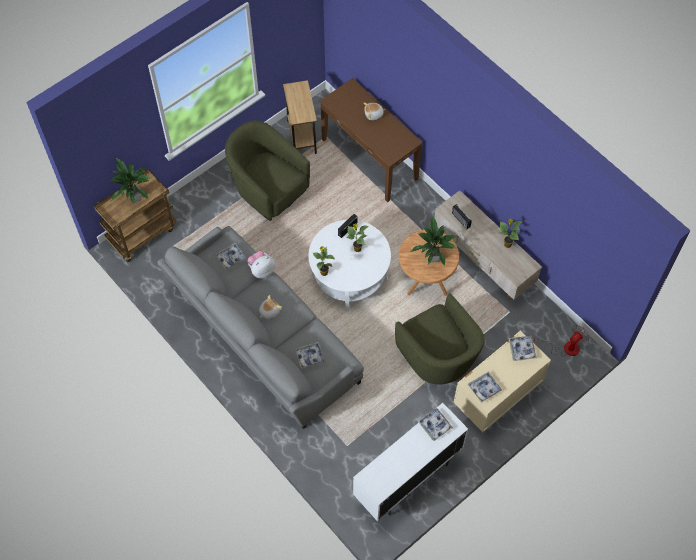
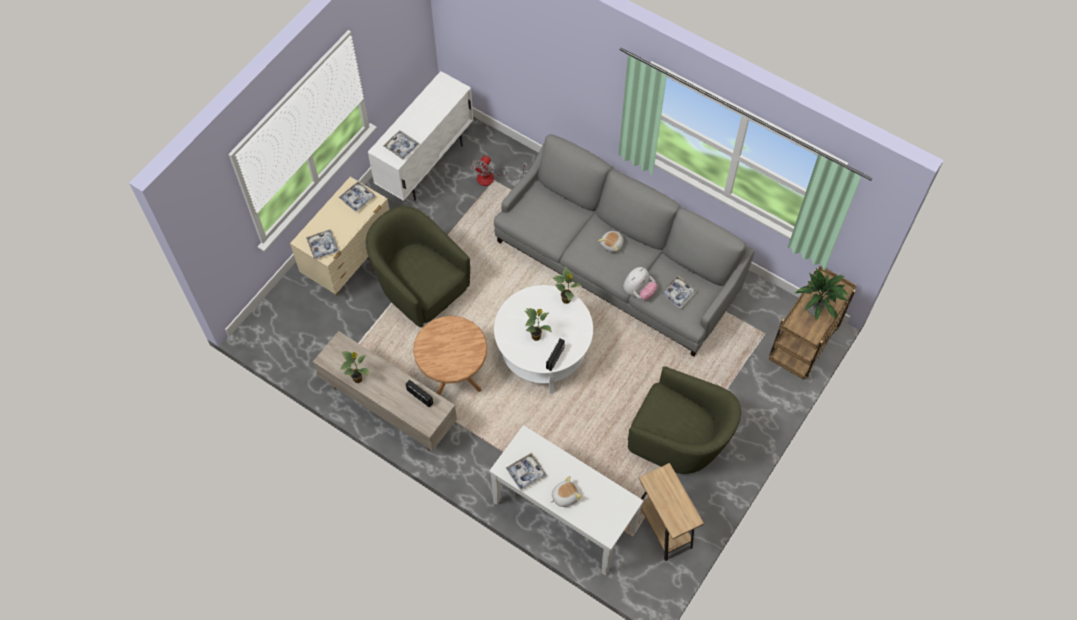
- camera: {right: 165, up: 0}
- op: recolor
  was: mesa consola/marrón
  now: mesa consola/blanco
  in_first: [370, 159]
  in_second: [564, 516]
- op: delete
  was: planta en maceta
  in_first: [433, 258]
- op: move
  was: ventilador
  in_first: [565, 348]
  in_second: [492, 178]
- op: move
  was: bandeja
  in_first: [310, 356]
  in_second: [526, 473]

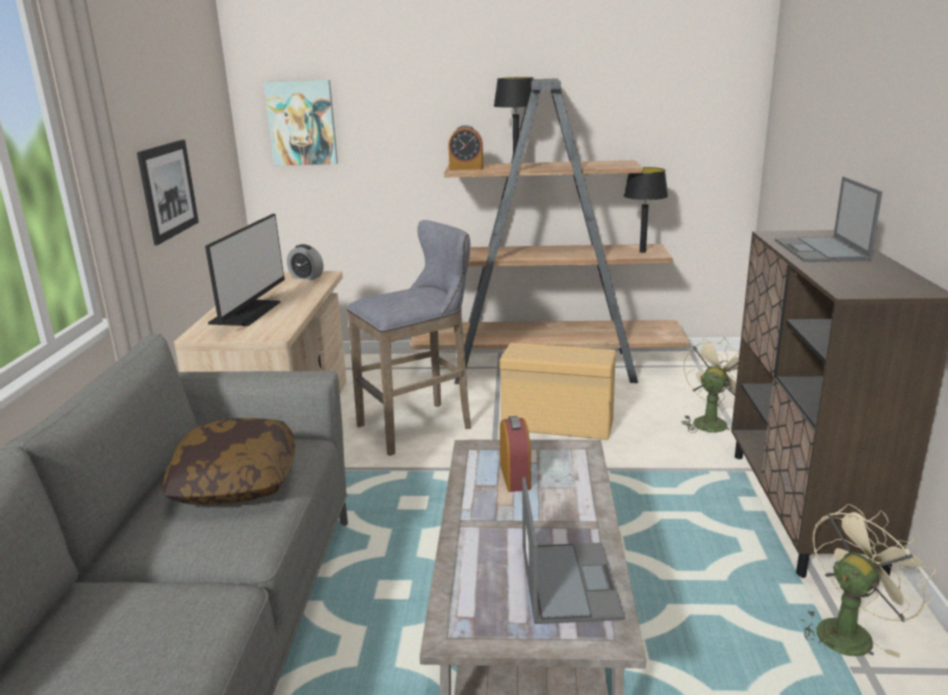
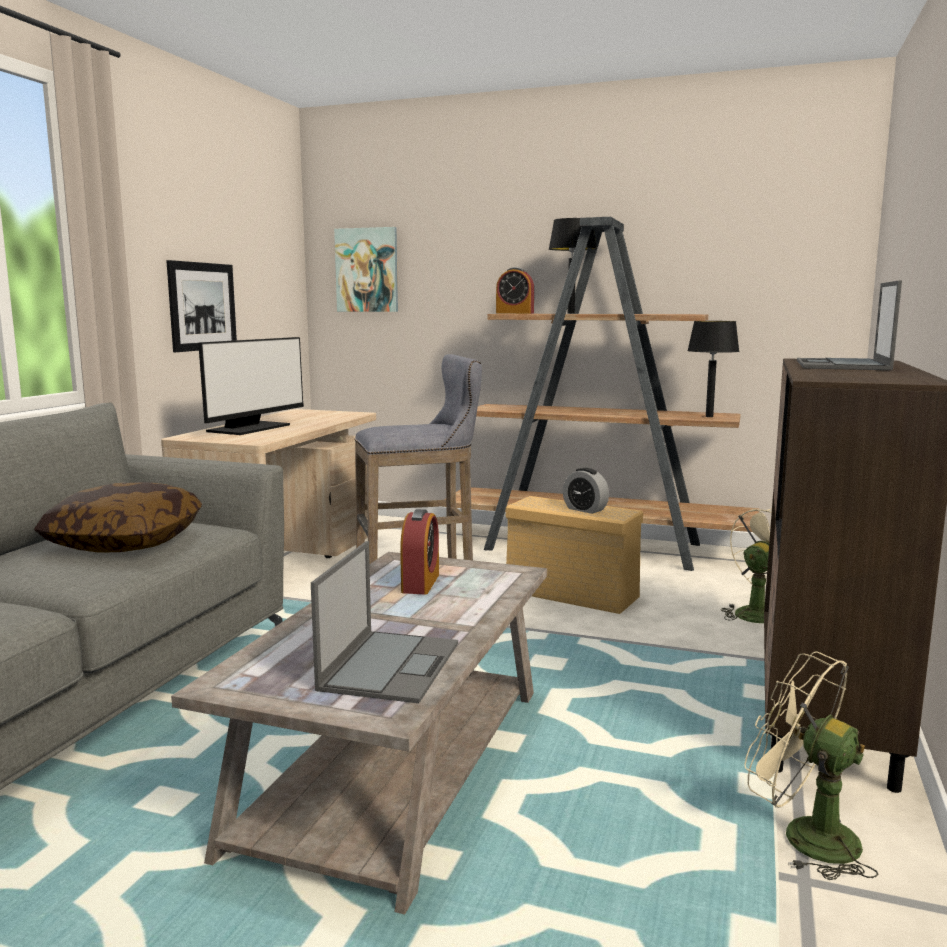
- camera: {right: 15, up: -10}
- op: move
  was: despertador
  in_first: [306, 277]
  in_second: [585, 509]
- op: rotate
  was: ventilador/beis
  in_first: [849, 631]
  in_second: [804, 836]
  clockwise: -120

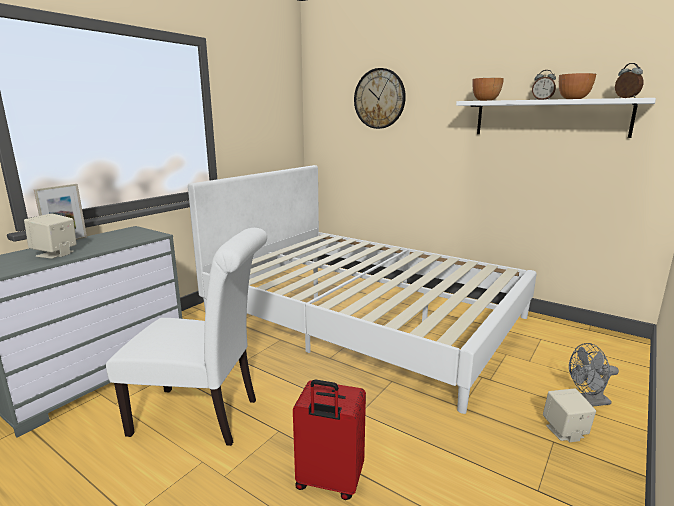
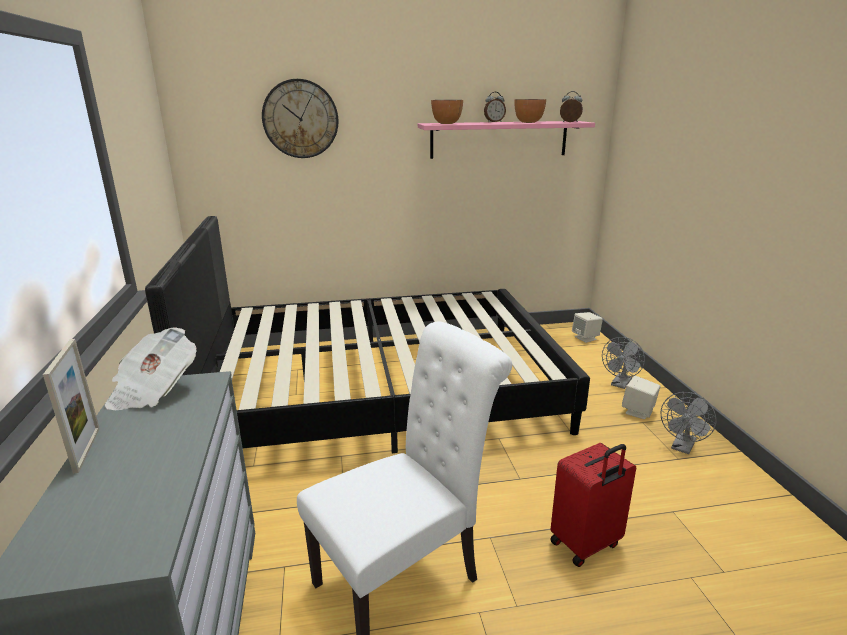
- camera: {right: -45, up: 5}
- op: recolor
  was: estante/blanco
  now: estante/rosa
  in_first: [549, 118]
  in_second: [499, 139]
- op: recolor
  was: cama/blanco
  now: cama/negro
  in_first: [364, 315]
  in_second: [380, 389]
- op: move
  was: altavoz/beis
  in_first: [55, 254]
  in_second: [585, 338]
- op: insert
  now: periódico
  in_second: [153, 390]
- op: insert
  now: ventilador/gris
  in_second: [682, 447]

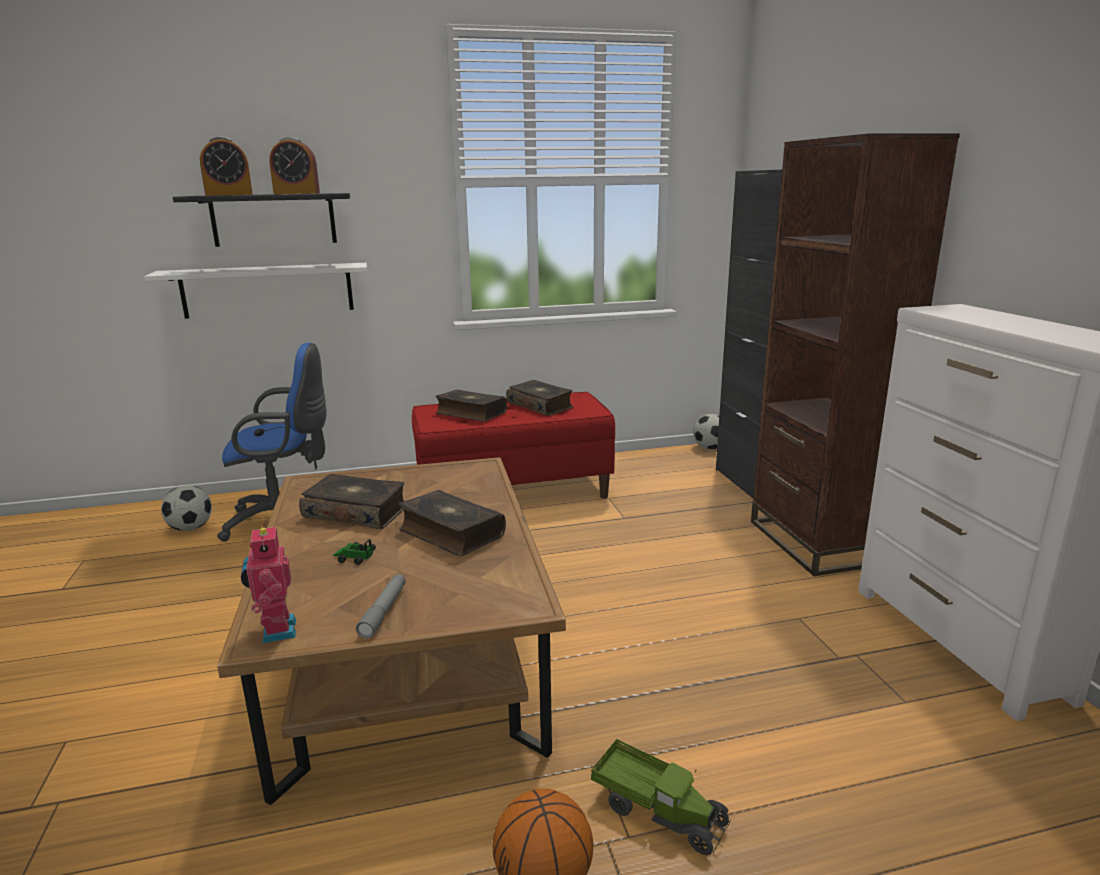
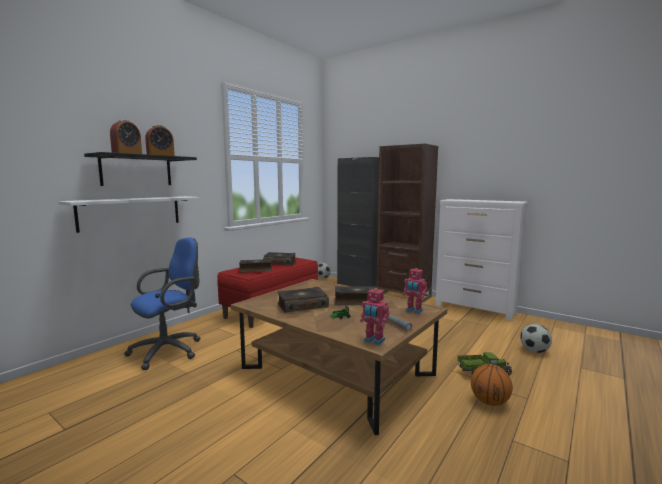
- camera: {right: -40, up: -10}
- op: move
  was: balón de fútbol
  in_first: [191, 528]
  in_second: [534, 351]
- op: insert
  now: robot de juguete
  in_second: [414, 311]

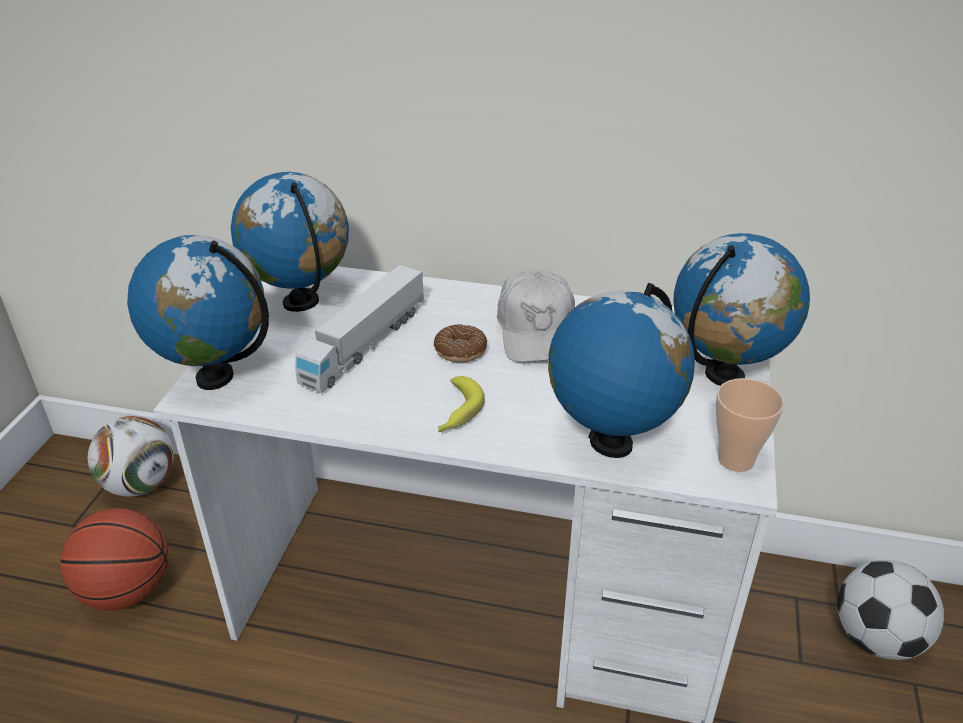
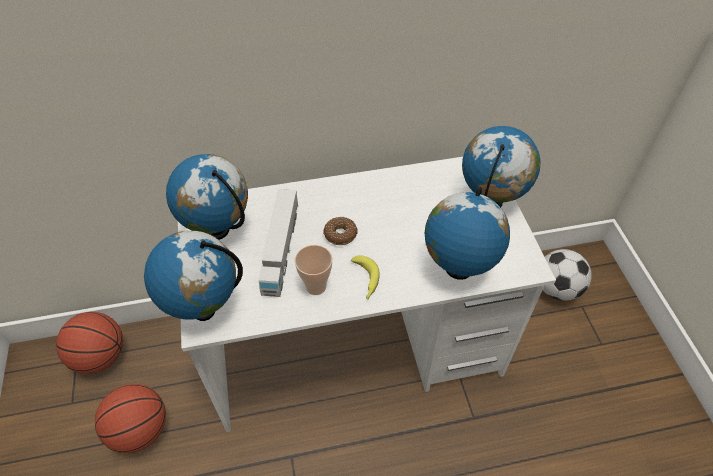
- camera: {right: -25, up: 15}
- op: delete
  was: gorra/blanco
  in_first: [537, 331]
- op: move
  was: taza
  in_first: [735, 460]
  in_second: [316, 286]
- op: replace
  was: balón de fútbol
  now: balón de baloncesto
  in_first: [141, 484]
  in_second: [100, 356]

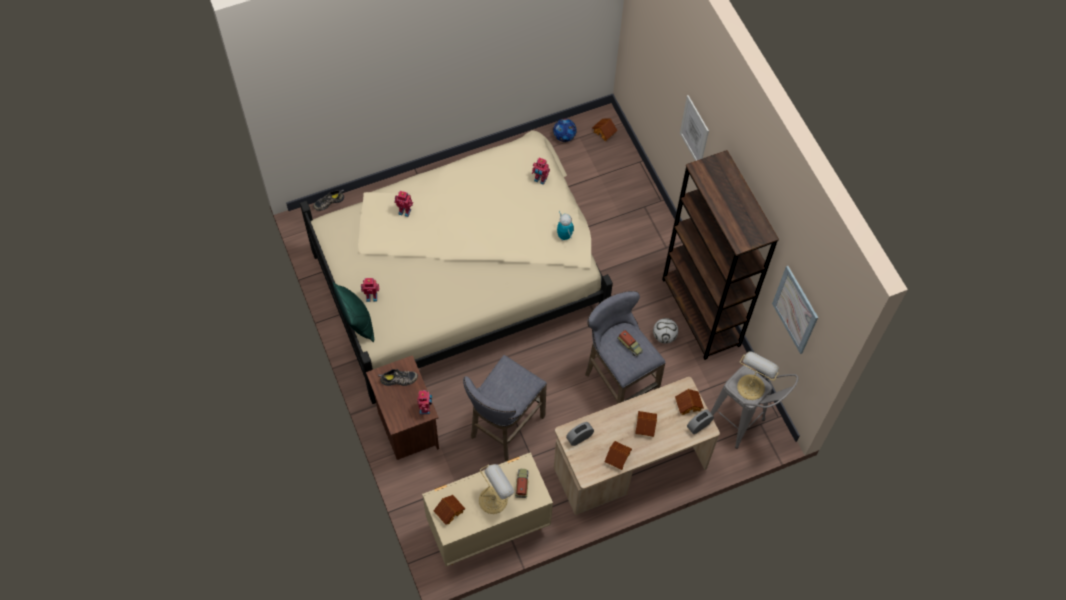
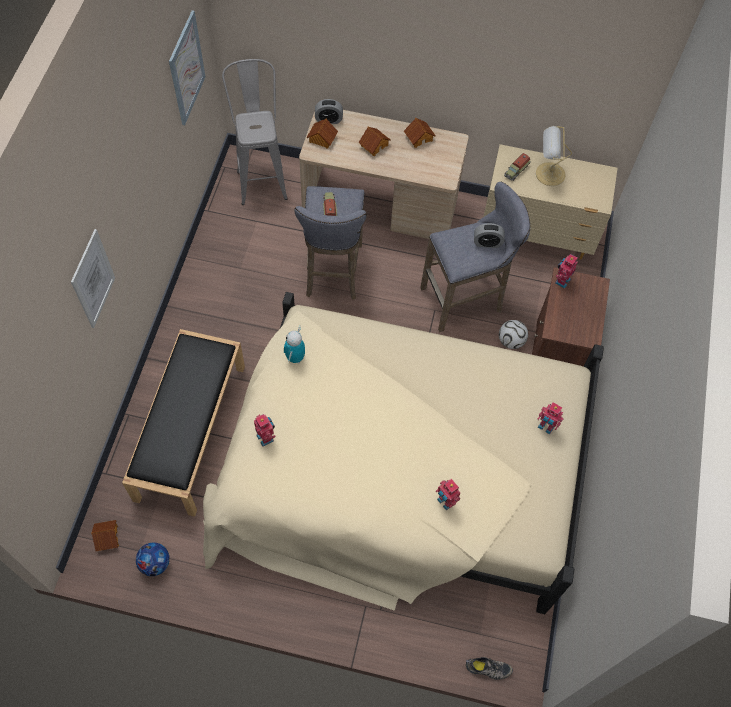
- camera: {right: -145, up: 0}
- op: delete
  was: estantería/marrón
  in_first: [701, 312]
- op: delete
  was: cojín/verde
  in_first: [357, 322]
- op: move
  was: balón de fútbol
  in_first: [664, 336]
  in_second: [510, 341]
- op: delete
  was: lámpara de mesa
  in_first: [751, 386]
- op: delete
  was: zapato
  in_first: [398, 380]
- op: move
  was: despertador
  in_first: [579, 437]
  in_second: [487, 243]
- op: delete
  was: casita
  in_first: [449, 511]
- op: insert
  now: banco/negro
  in_second: [191, 432]

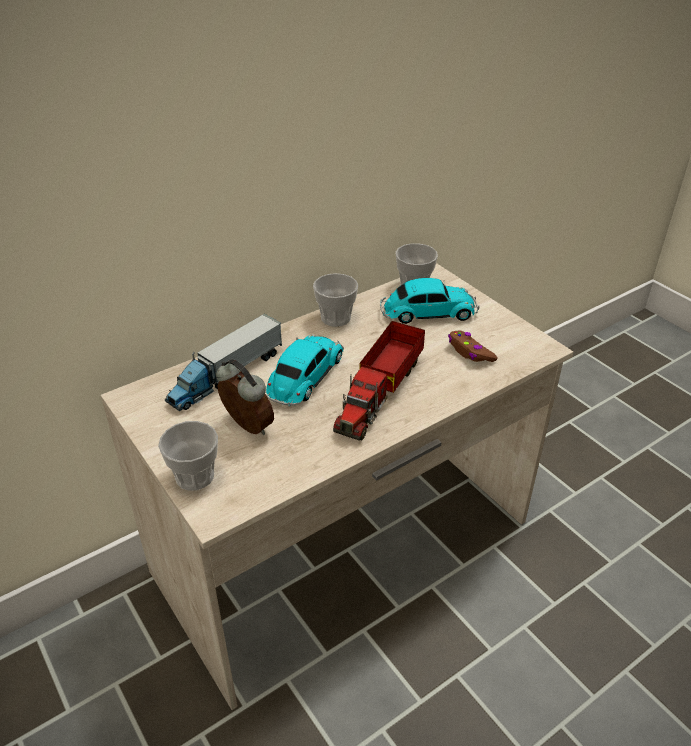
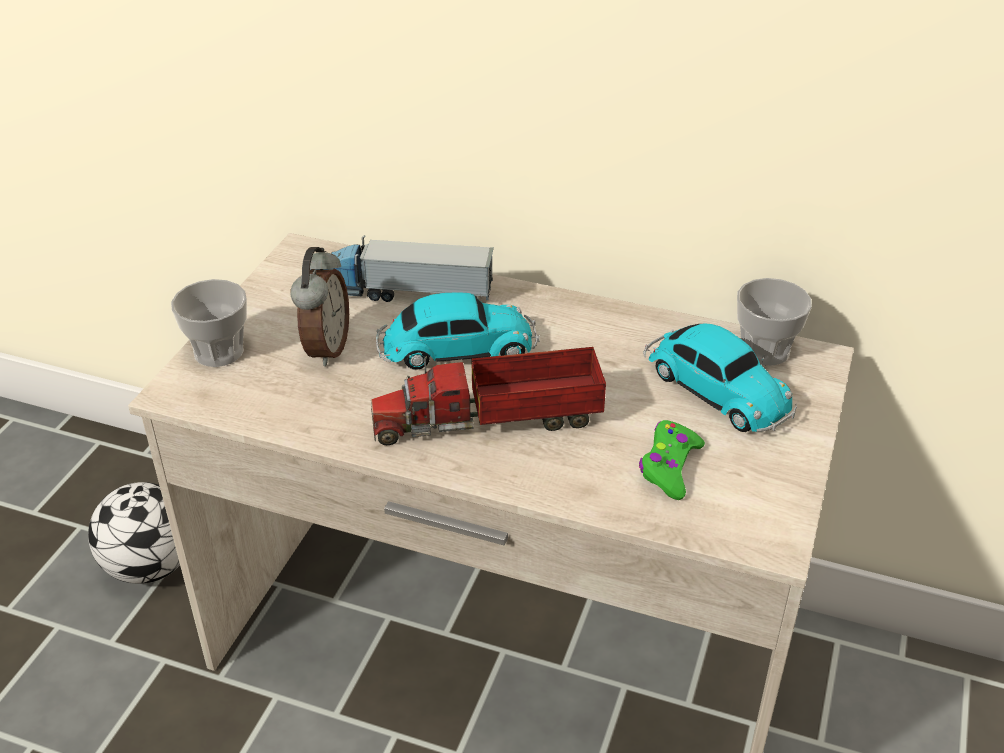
- camera: {right: 55, up: 0}
- op: delete
  was: taza
  in_first: [335, 318]
- op: recolor
  was: mando de consola/marrón
  now: mando de consola/verde
  in_first: [470, 352]
  in_second: [669, 467]
- op: insert
  now: balón de fútbol
  in_second: [151, 567]

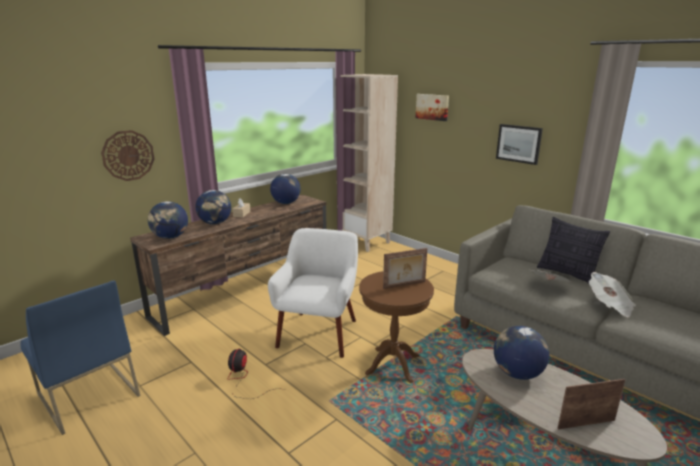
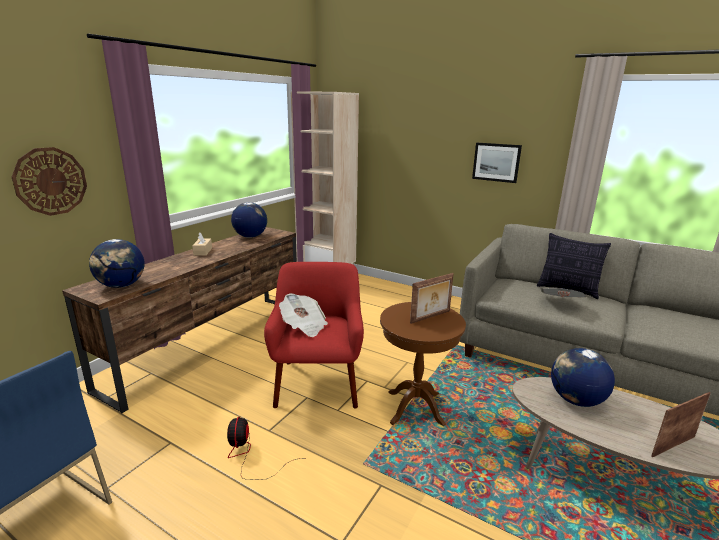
- camera: {right: -15, up: 0}
- op: delete
  was: cuadro
  in_first: [432, 107]
- op: delete
  was: globo terráqueo
  in_first: [215, 223]
- op: recolor
  was: sillón/blanco
  now: sillón/rojo
  in_first: [319, 332]
  in_second: [318, 382]
- op: move
  was: periódico
  in_first: [610, 305]
  in_second: [304, 326]

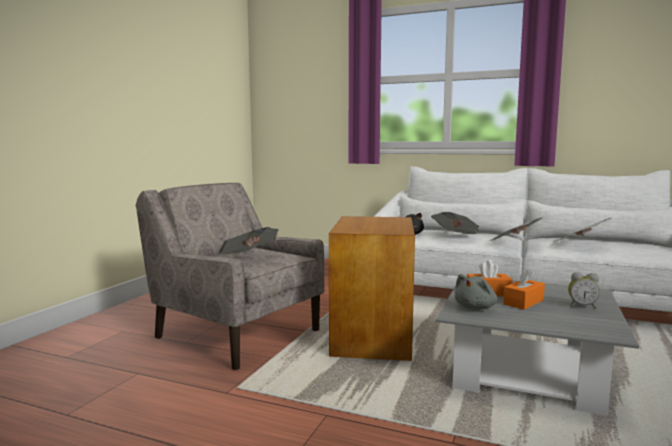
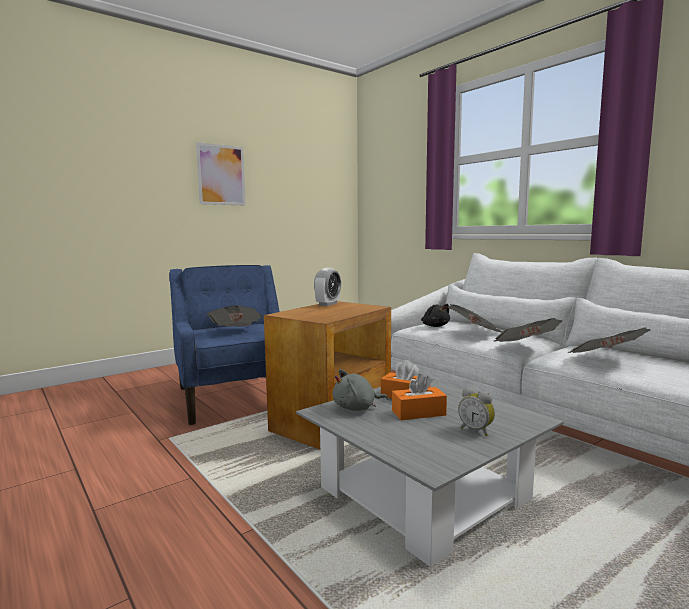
- camera: {right: 30, up: 0}
- op: recolor
  was: sillón/beis
  now: sillón/azul
  in_first: [237, 333]
  in_second: [236, 396]
- op: insert
  now: cuadro
  in_second: [221, 175]
- op: insert
  now: despertador
  in_second: [328, 304]

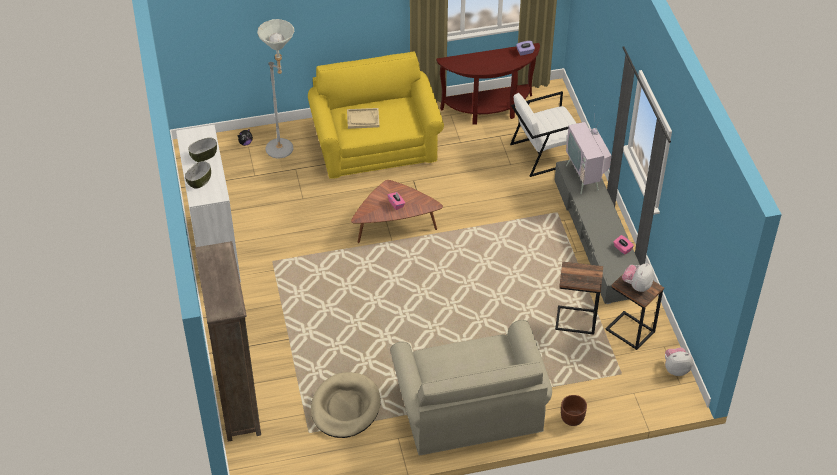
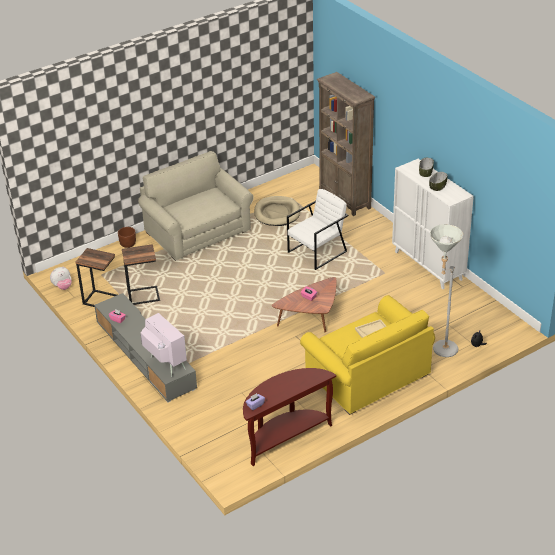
- camera: {right: 160, up: -10}
- op: move
  was: sillón/blanco
  in_first: [544, 153]
  in_second: [317, 252]
- op: delete
  was: peluche
  in_first: [637, 285]

